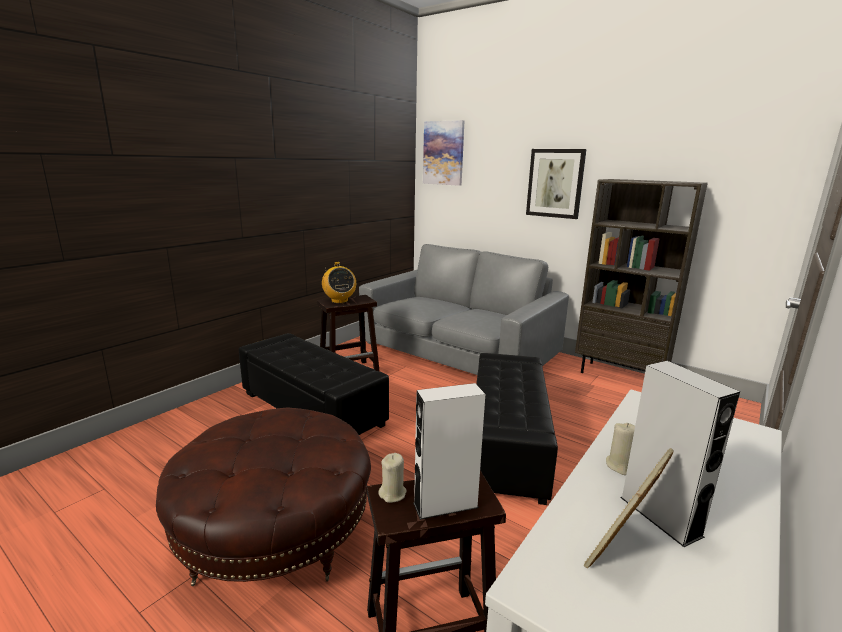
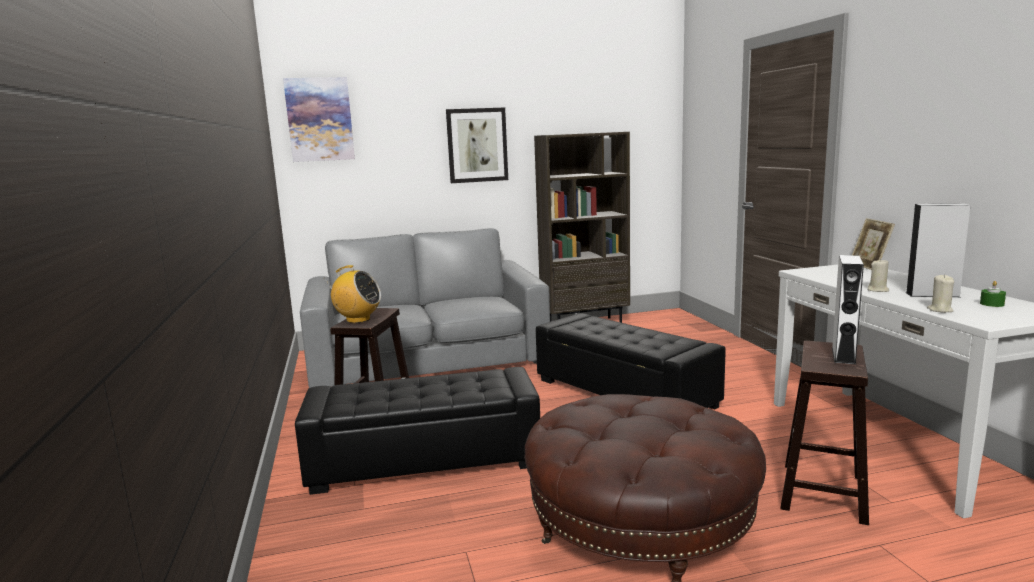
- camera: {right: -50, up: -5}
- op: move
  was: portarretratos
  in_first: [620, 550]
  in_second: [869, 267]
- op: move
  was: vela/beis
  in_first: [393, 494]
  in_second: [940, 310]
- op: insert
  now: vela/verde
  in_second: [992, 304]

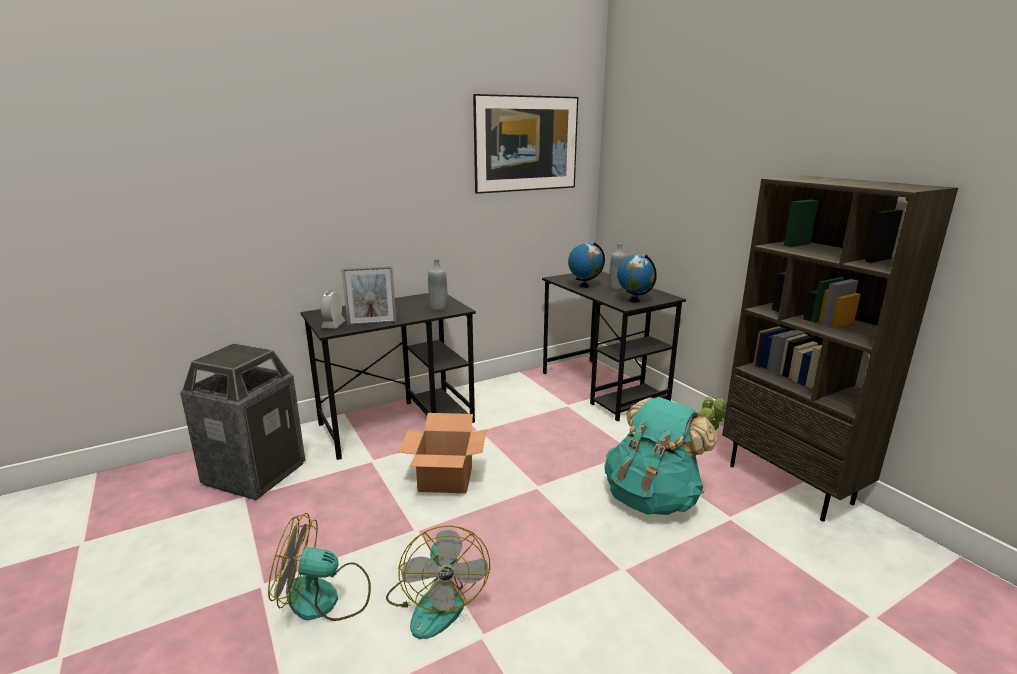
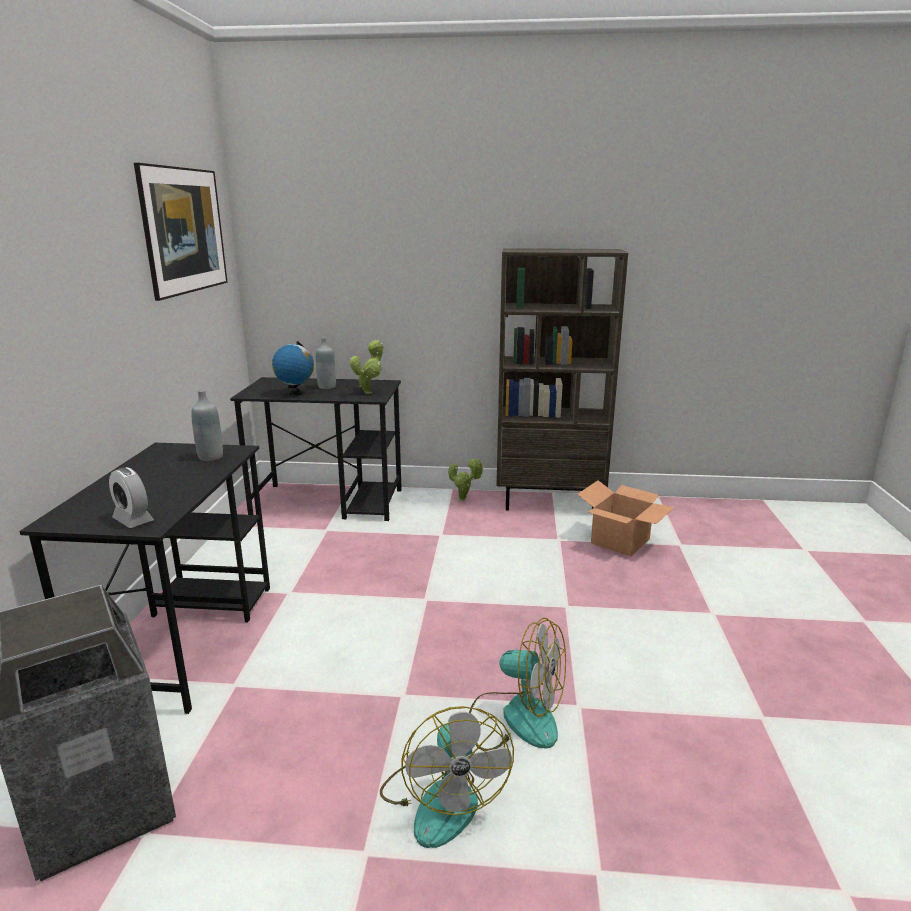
- camera: {right: -55, up: 0}
- op: replace
  was: globo terráqueo
  now: planta en maceta
  in_first: [634, 300]
  in_second: [369, 392]
- op: delete
  was: portarretratos
  in_first: [372, 323]
- op: delete
  was: mochila/turquesa
  in_first: [652, 498]
- op: move
  was: caja de cartón
  in_first: [446, 478]
  in_second: [620, 540]
- op: rotate
  was: ventilador
  in_first: [325, 598]
  in_second: [442, 798]
  clockwise: -45

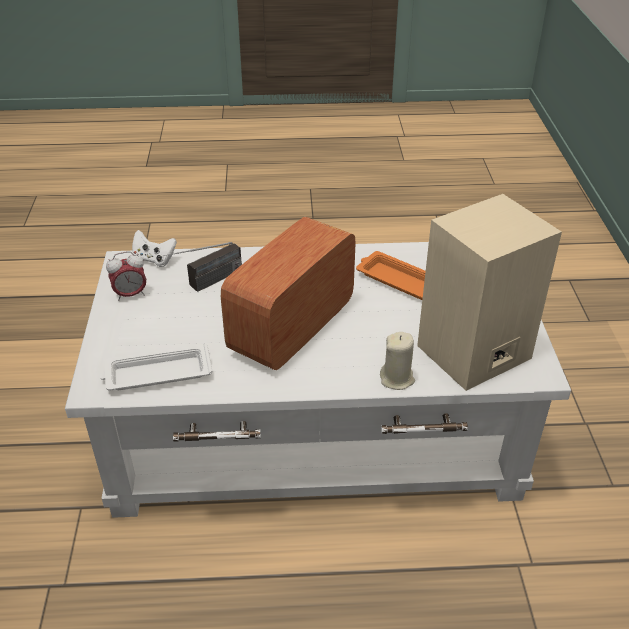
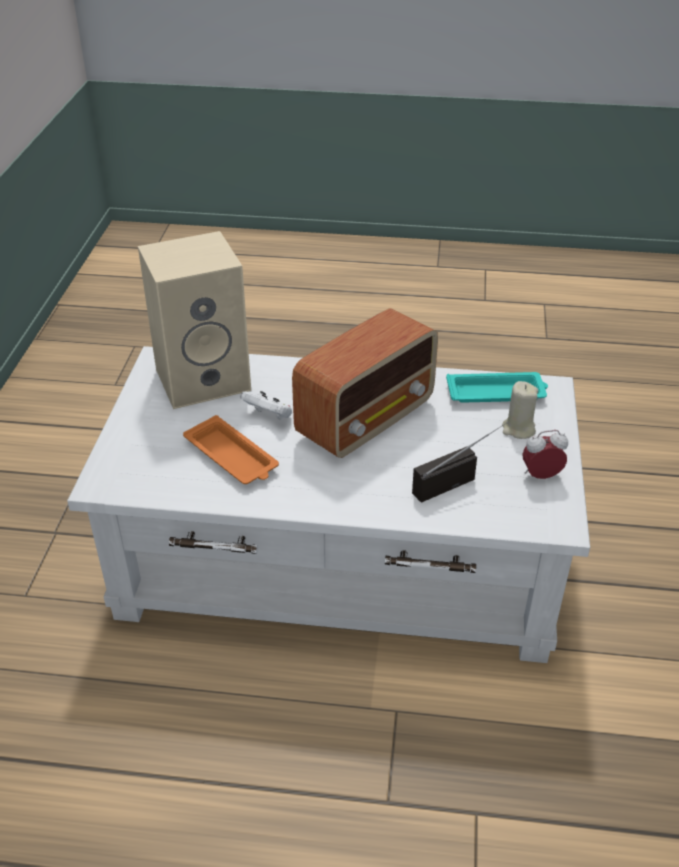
- camera: {right: -170, up: 0}
- op: move
  was: mando de consola/blanco
  in_first: [154, 260]
  in_second: [269, 416]
- op: move
  was: vela/beis
  in_first: [397, 379]
  in_second: [518, 429]
- op: recolor
  was: bandeja/blanco
  now: bandeja/turquesa
  in_first: [156, 374]
  in_second: [497, 393]

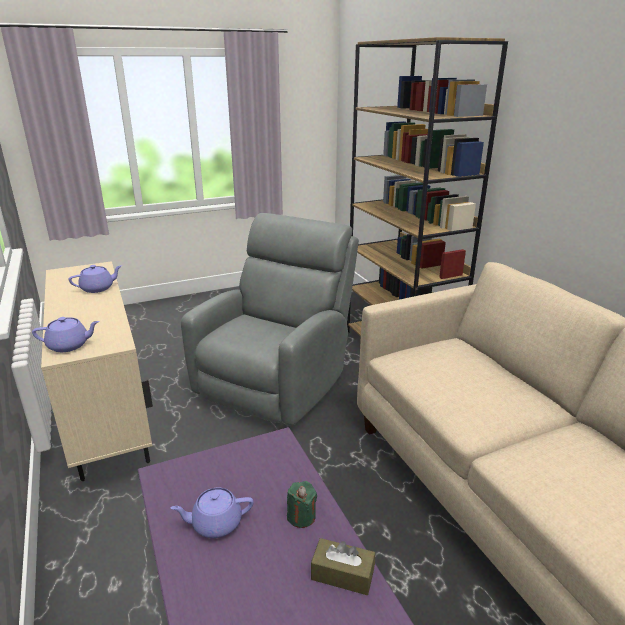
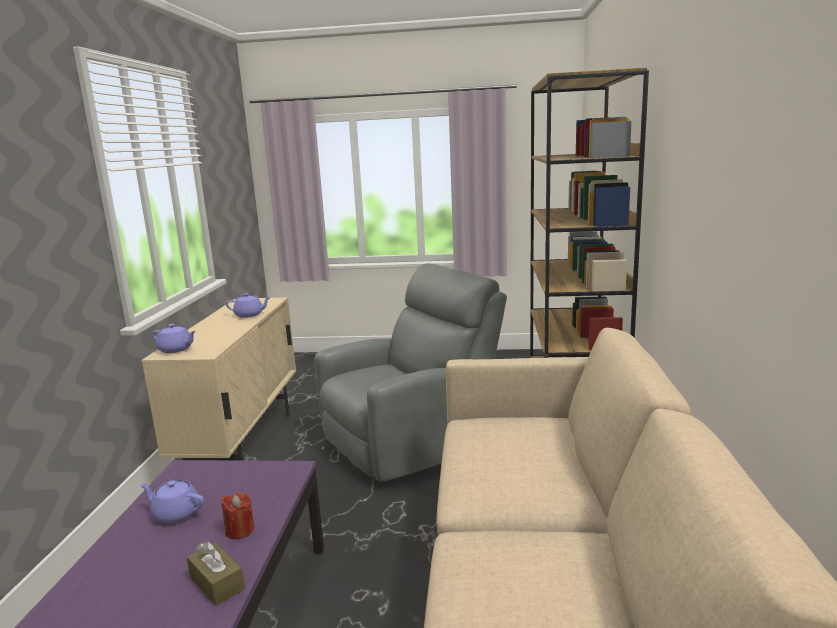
- camera: {right: 30, up: -10}
- op: recolor
  was: vela/verde
  now: vela/rojo
  in_first: [301, 516]
  in_second: [240, 530]

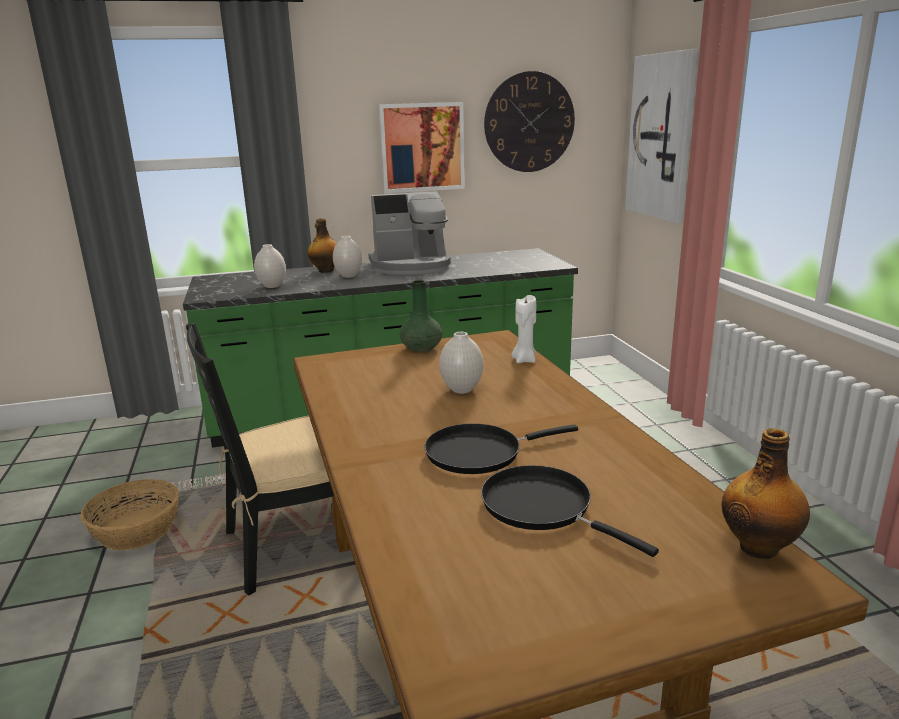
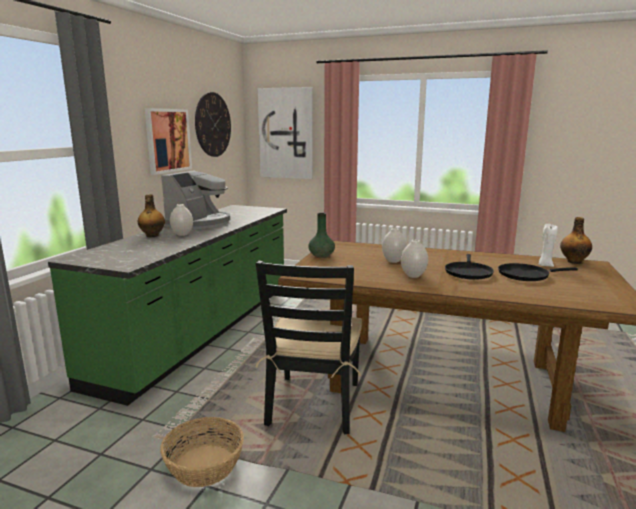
- camera: {right: -55, up: -5}
- op: move
  was: florero/blanco
  in_first: [272, 286]
  in_second: [413, 276]
- op: move
  was: vela/blanco
  in_first: [524, 360]
  in_second: [545, 265]

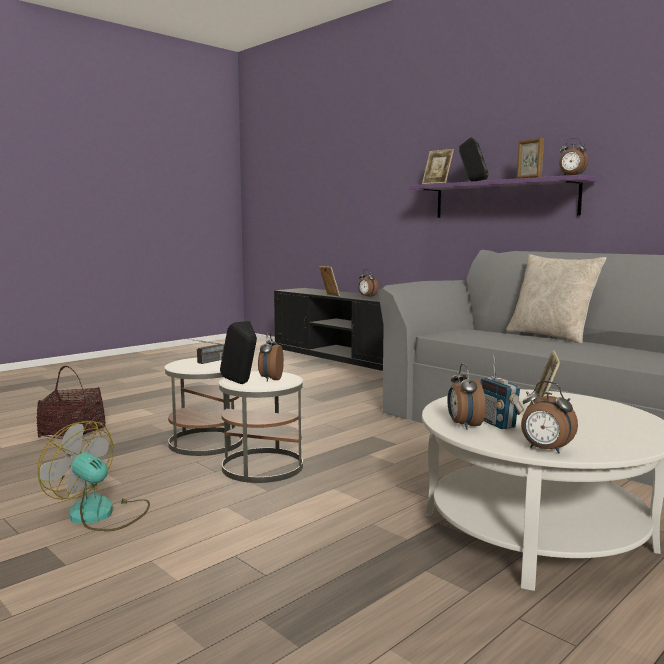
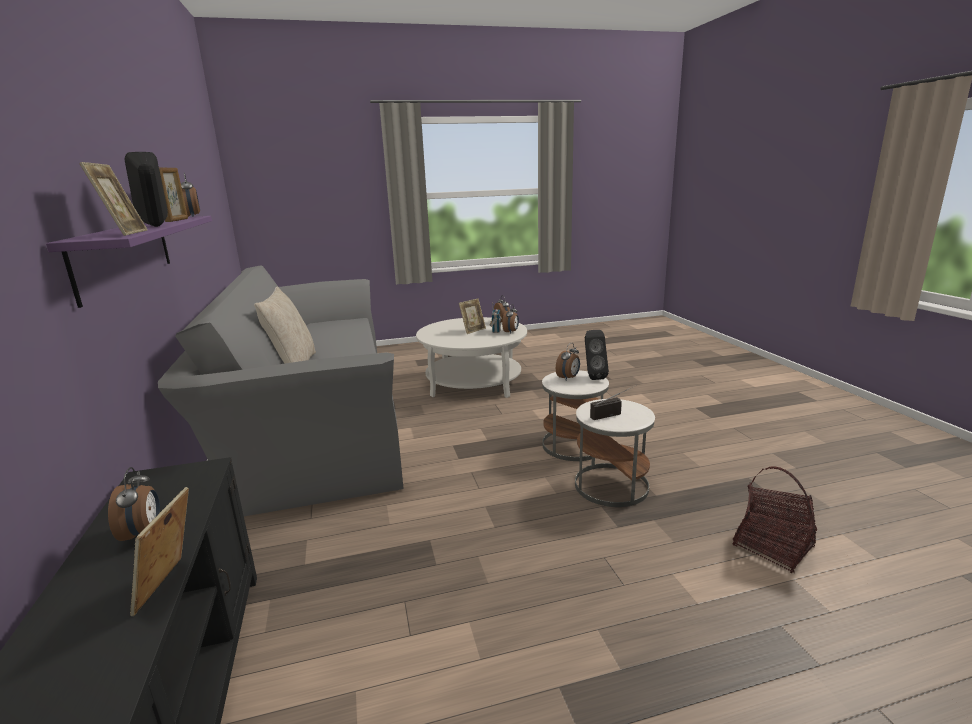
- camera: {right: -150, up: 10}
- op: delete
  was: ventilador
  in_first: [100, 514]

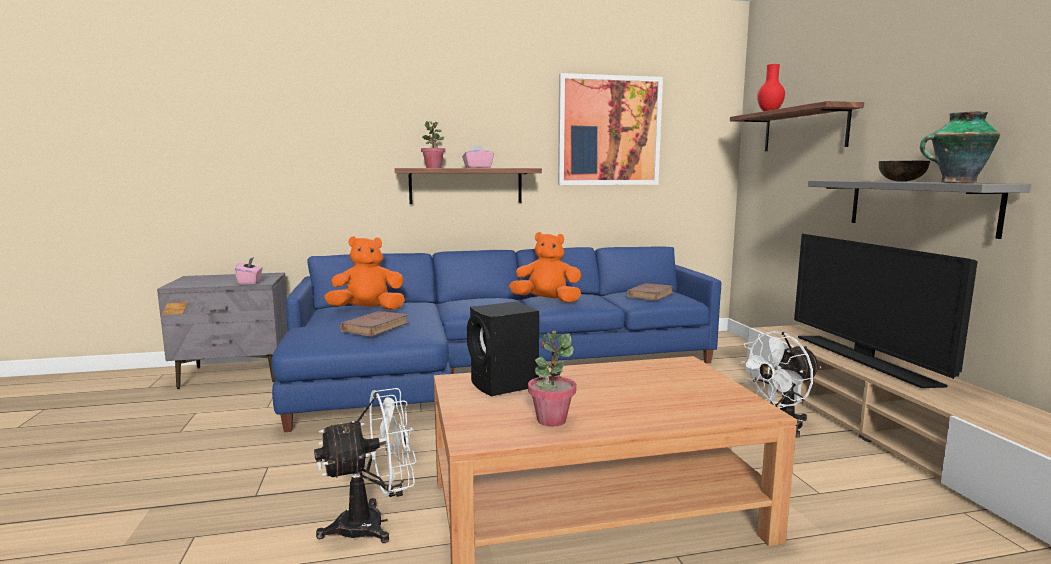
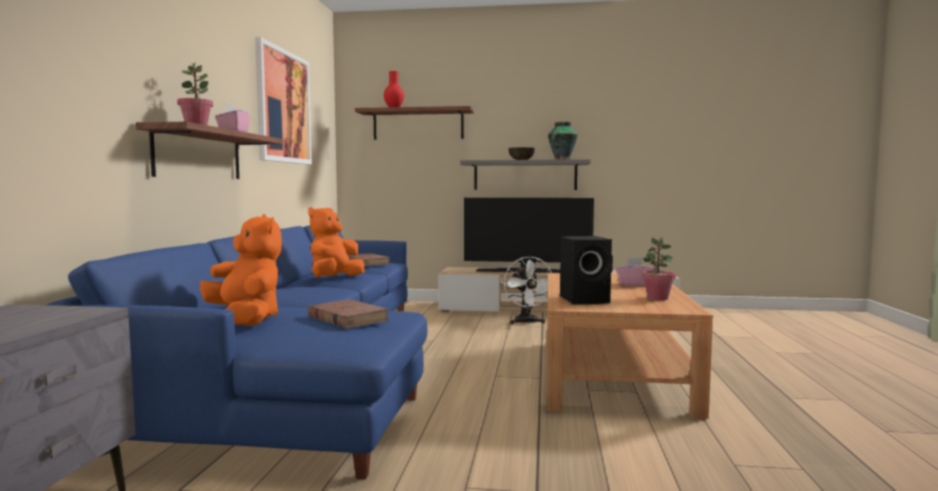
- camera: {right: -70, up: -5}
- op: rotate
  was: peluche/naranja
  in_first: [368, 310]
  in_second: [246, 319]
  clockwise: 135
- op: move
  was: caja de pañuelos/rosa
  in_first: [250, 282]
  in_second: [634, 284]
- op: delete
  was: ventilador/blanco
  in_first: [373, 524]

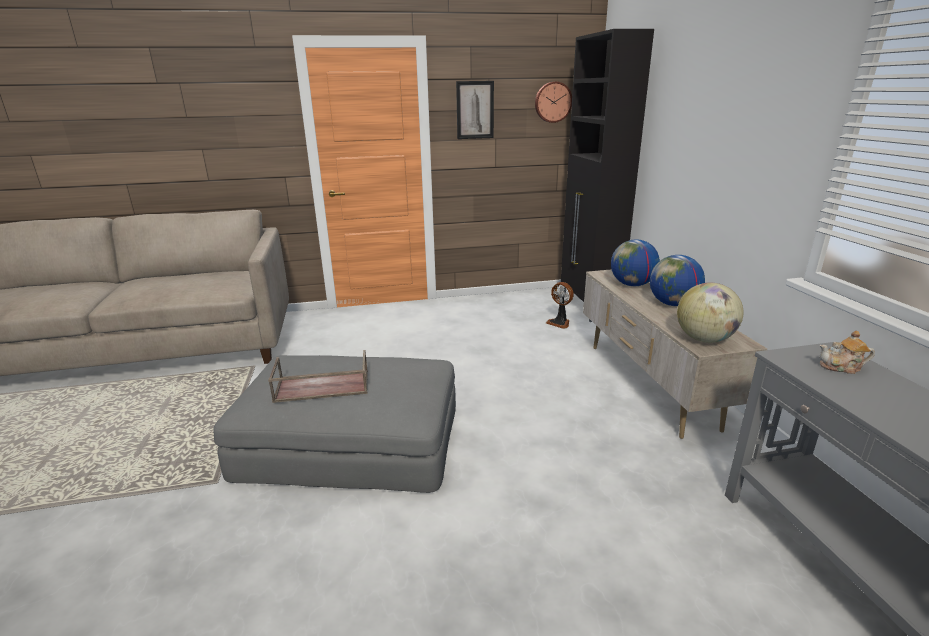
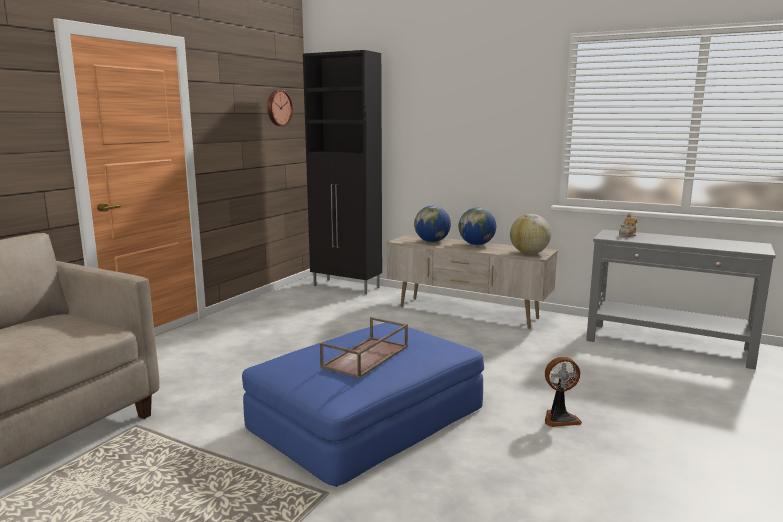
- camera: {right: -50, up: -10}
- op: delete
  was: cuadro
  in_first: [475, 110]
- op: move
  was: ventilador
  in_first: [559, 323]
  in_second: [559, 418]
- op: recolor
  was: puf/gris
  now: puf/azul
  in_first: [351, 440]
  in_second: [367, 417]

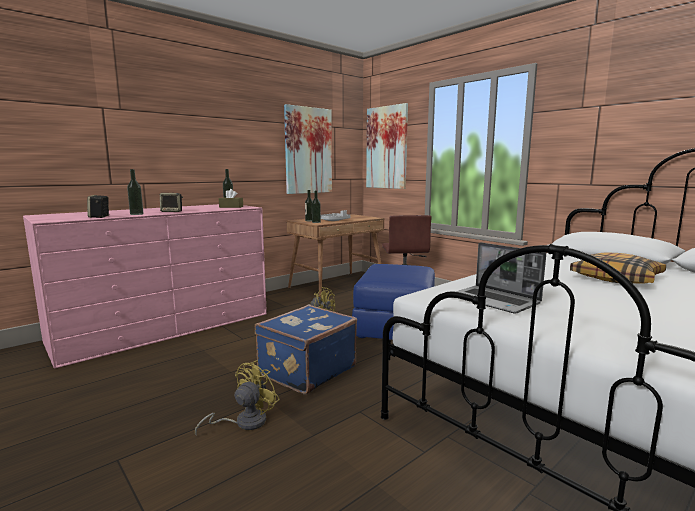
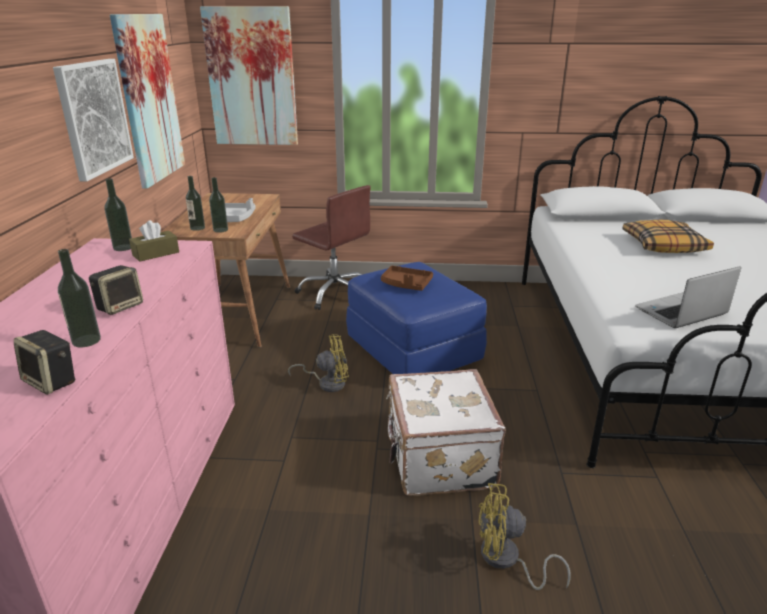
- camera: {right: -45, up: 15}
- op: rotate
  was: portátil
  in_first: [495, 301]
  in_second: [680, 312]
  clockwise: 150
- op: recolor
  was: maleta/azul
  now: maleta/blanco
  in_first: [305, 370]
  in_second: [438, 459]
- op: rotate
  was: ventilador/amarillo
  in_first: [244, 422]
  in_second: [506, 560]
  clockwise: -75
- op: insert
  now: cuadro
  in_second: [94, 117]
- op: insert
  now: bandeja/marrón
  in_second: [406, 284]

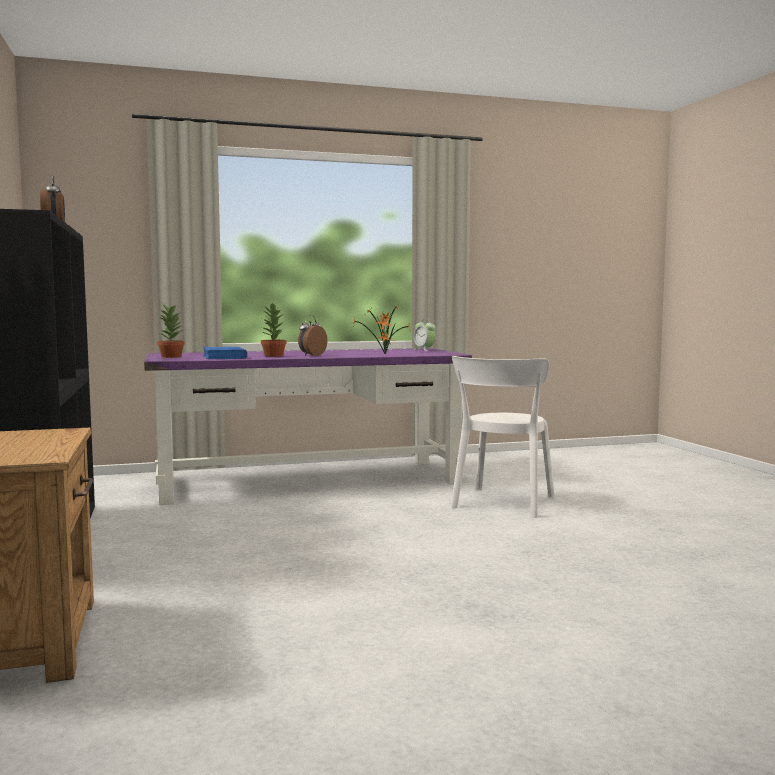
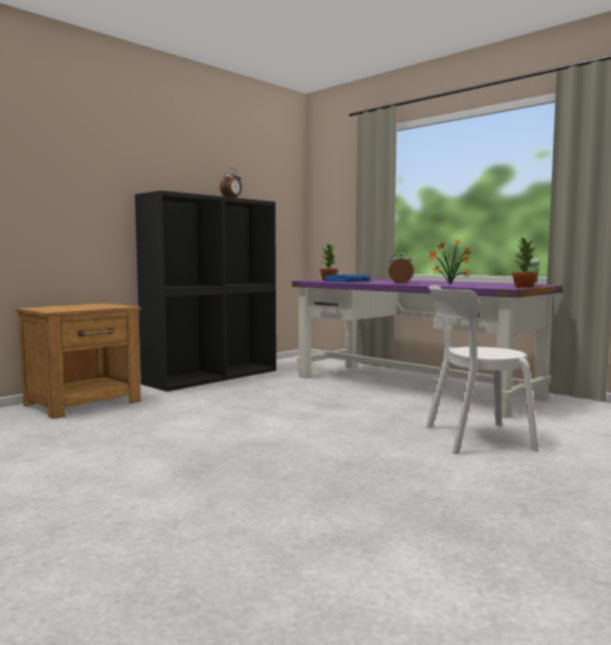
- camera: {right: 60, up: 0}
- op: move
  was: planta en maceta
  in_first: [273, 355]
  in_second: [523, 287]

